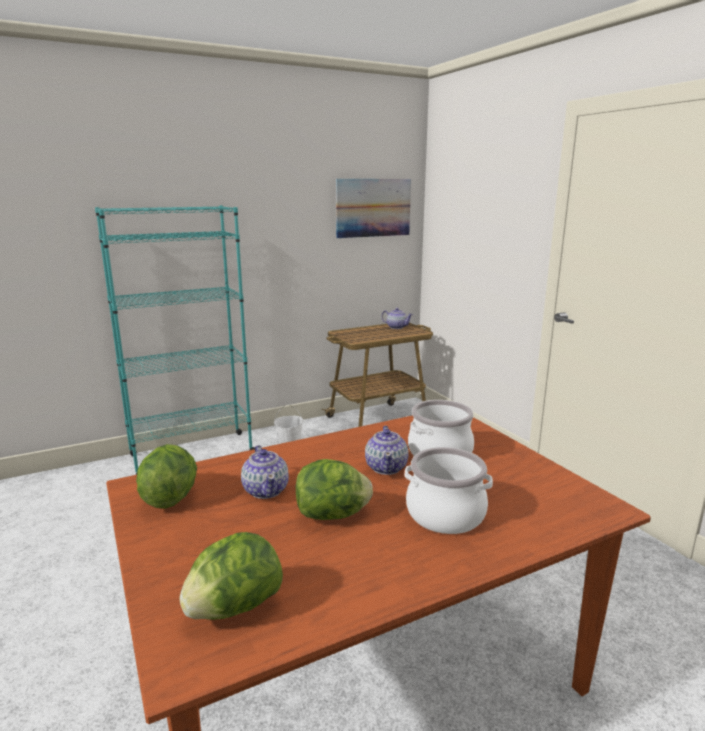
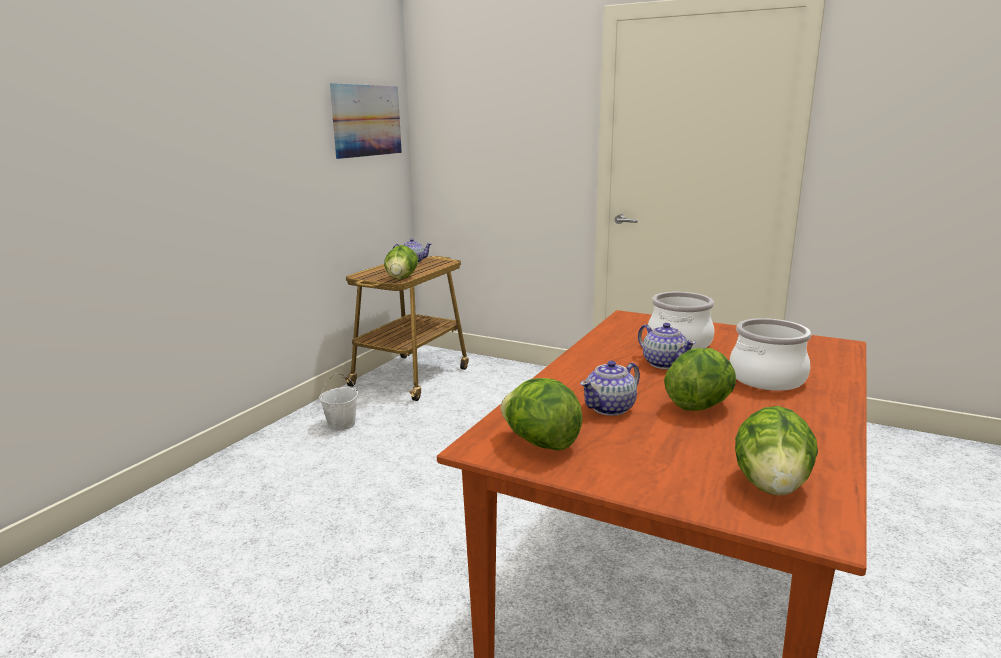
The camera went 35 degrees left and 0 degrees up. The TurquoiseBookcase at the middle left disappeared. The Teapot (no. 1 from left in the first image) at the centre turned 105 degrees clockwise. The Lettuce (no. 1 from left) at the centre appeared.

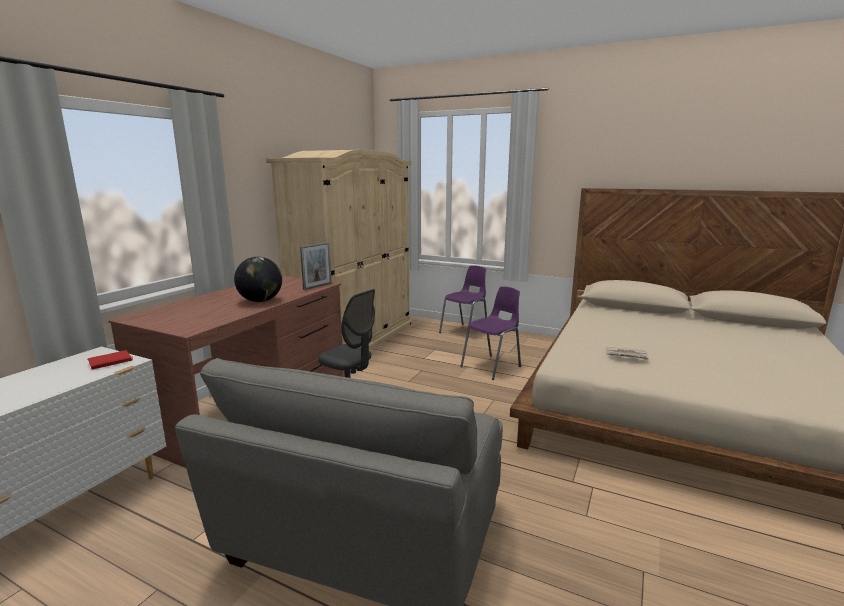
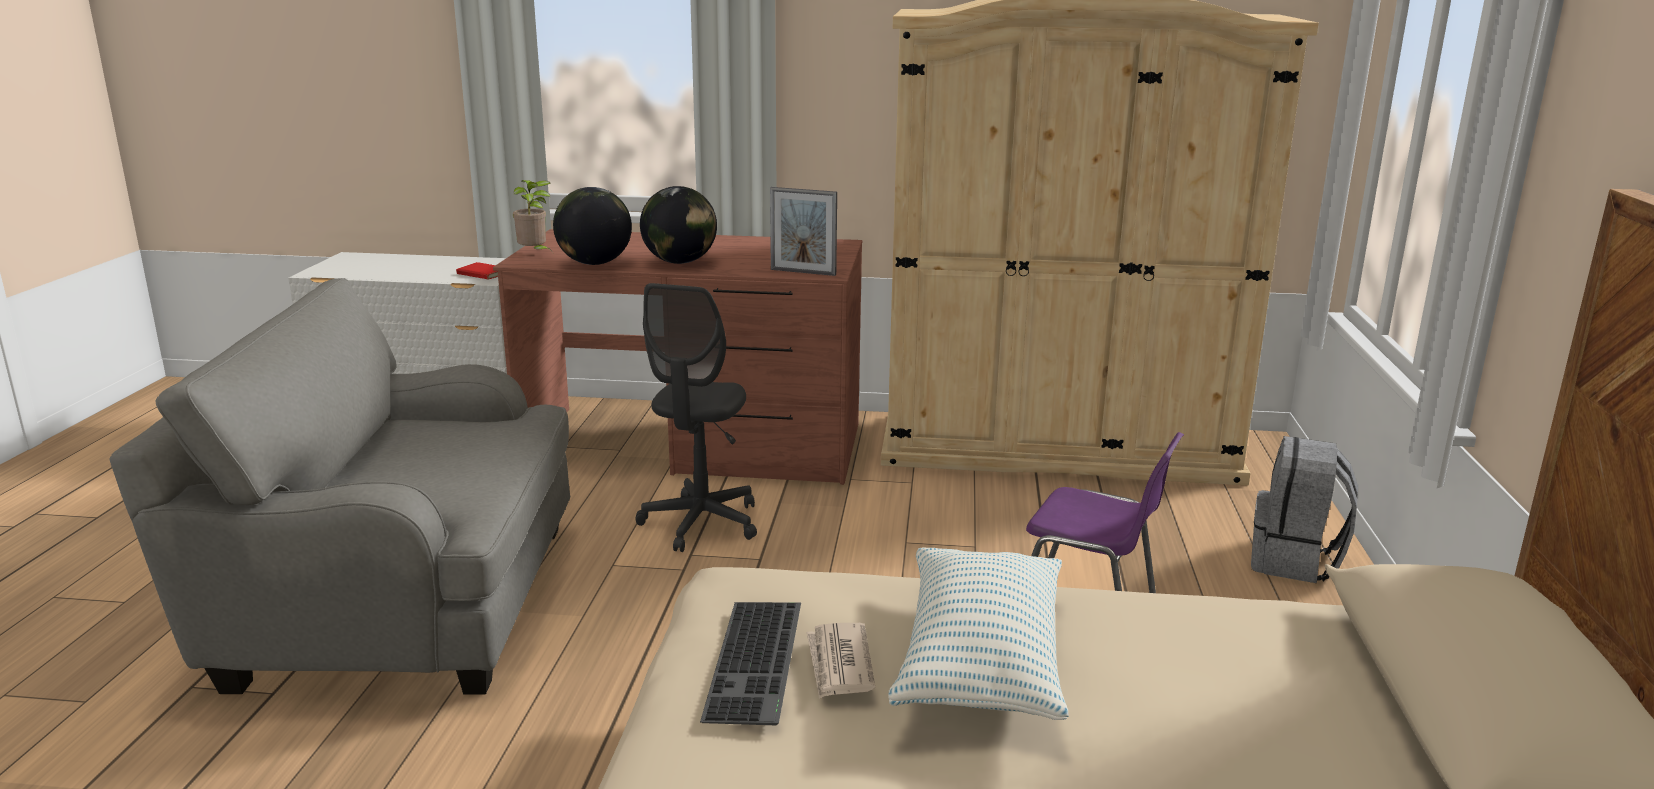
The camera went 70 degrees right and 5 degrees up. The PurpleChair (no. 1 from left) at the centre was replaced by the GreyBackpack at the middle right. The PottedPlant at the top left appeared. The Globe (no. 1 from left) at the top centre appeared. The Keyboard at the bottom centre appeared. The Pillow at the bottom centre appeared.

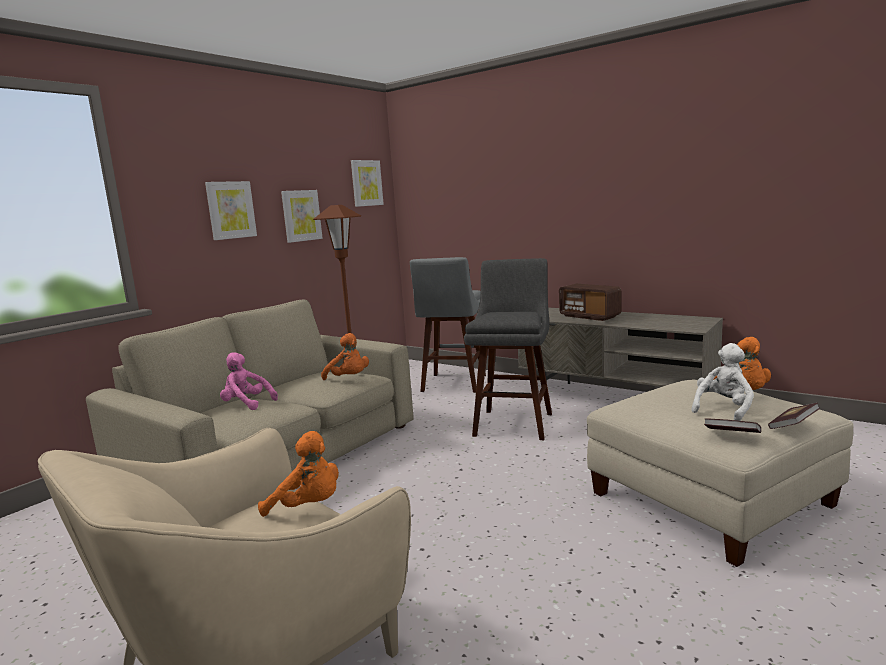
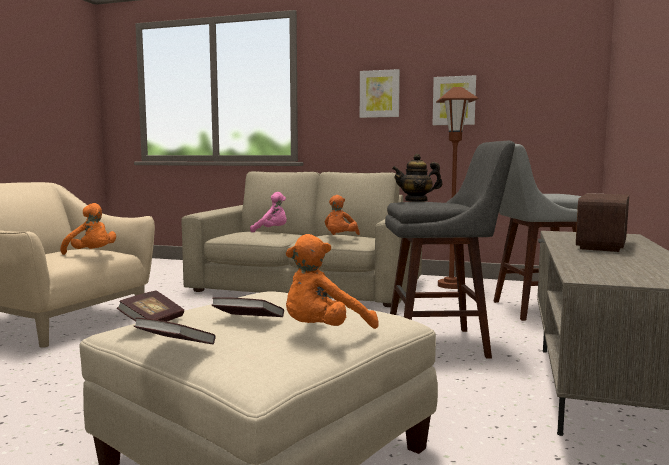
The camera went 70 degrees right and 5 degrees down. The PinkPlushToy at the middle left turned 90 degrees clockwise. The OrangePlushToy (no. 1 from left) at the bottom centre turned 60 degrees counterclockwise. The Picture (no. 3 from left) at the top centre disappeared. The WhitePlushToy at the middle right was replaced by the Book (no. 3 from left) at the centre. The Teapot at the centre appeared.

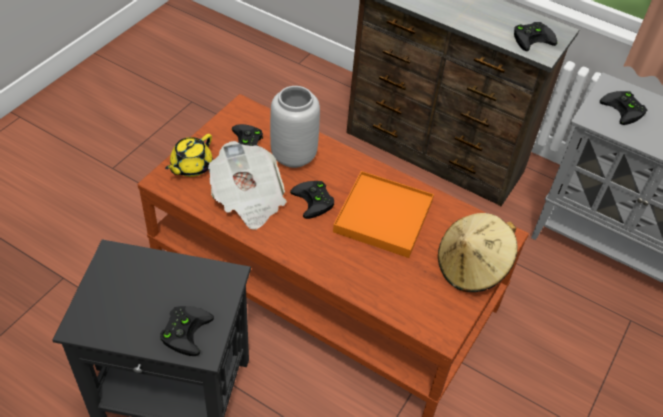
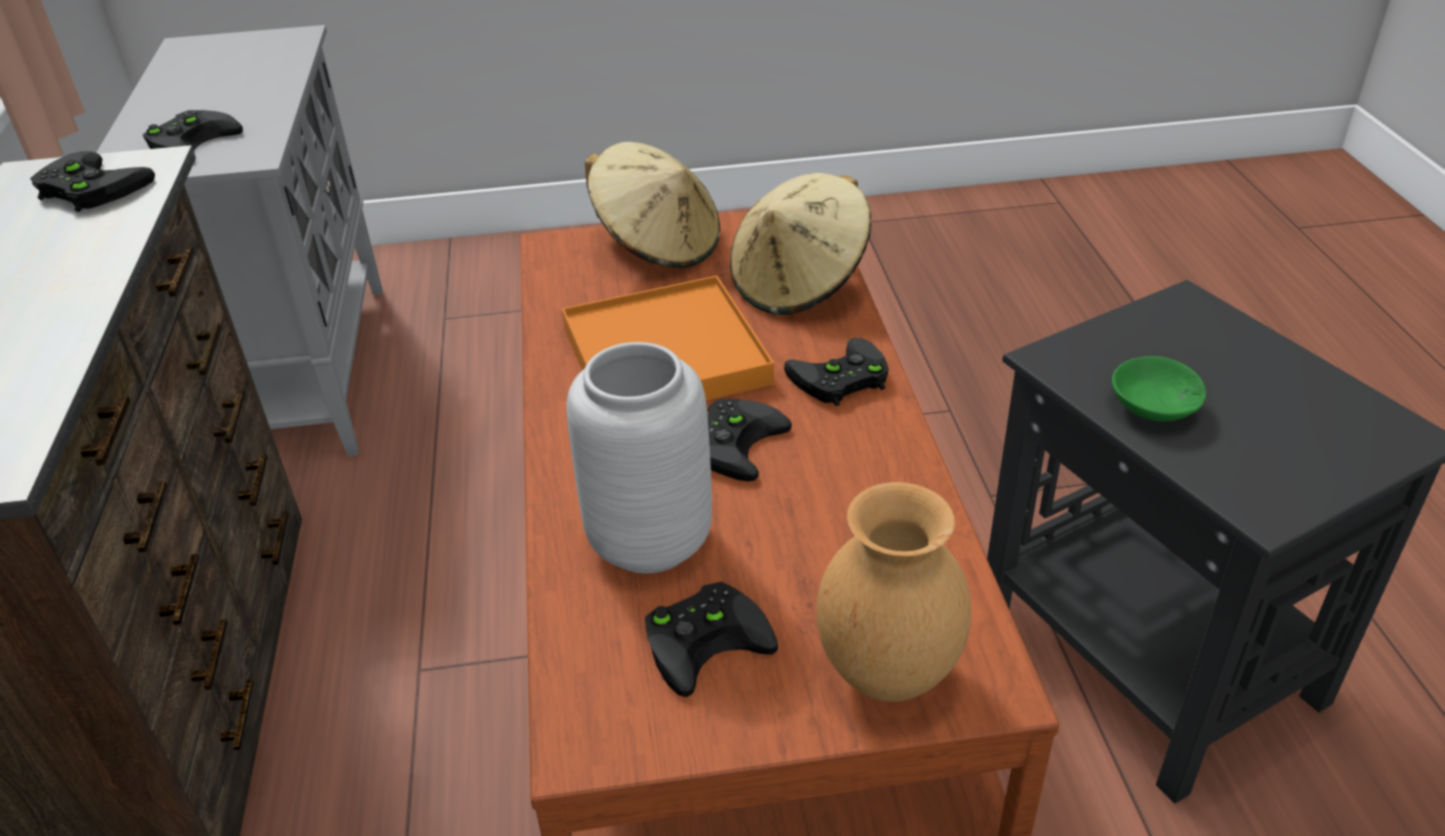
The camera went 125 degrees left and 10 degrees down. The BlackGameController (no. 1 from left in the first image) moved from the bottom left to the centre. The YellowTeapot at the middle left was replaced by the BrownVase at the bottom centre. The Newspaper at the centre disappeared. The BeigeHat (no. 2 from left) at the top centre appeared. The GreenBowl at the middle right appeared.

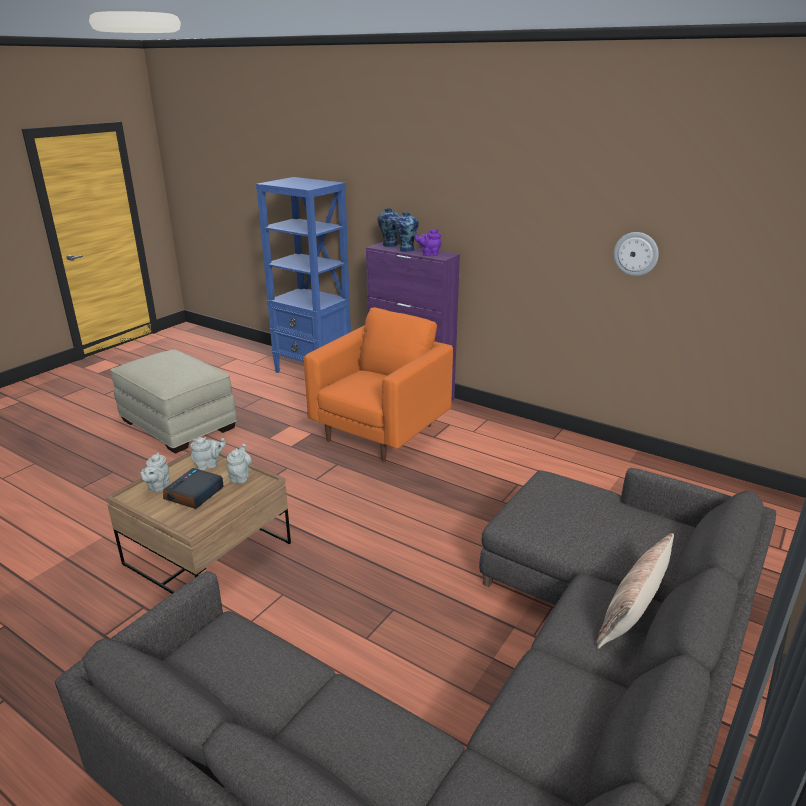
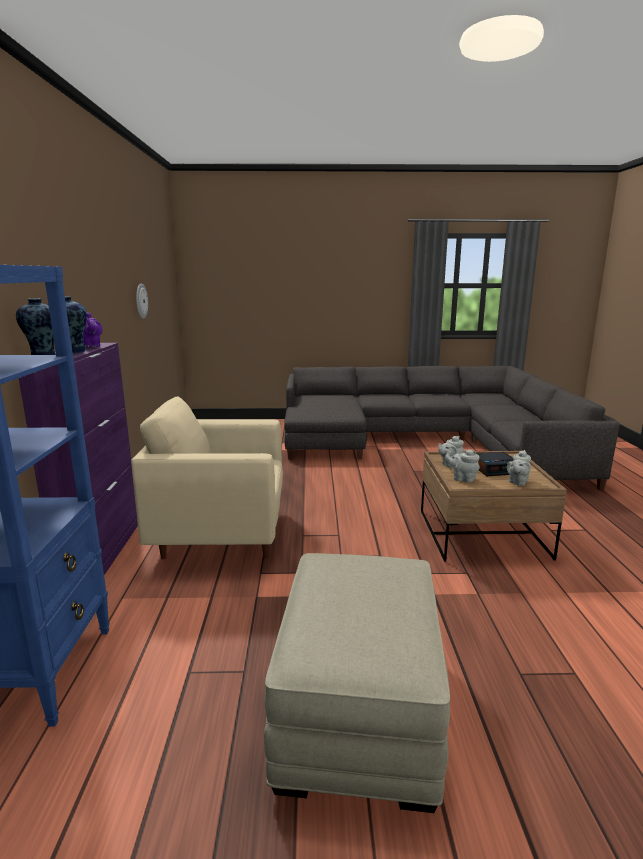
The camera went 125 degrees left and 10 degrees down. The GreyTeapot (no. 1 from left in the first image) at the middle left turned 150 degrees clockwise. The OrangeArmchair at the centre became the BeigeArmchair at the middle left. The Pillow at the bottom right disappeared.

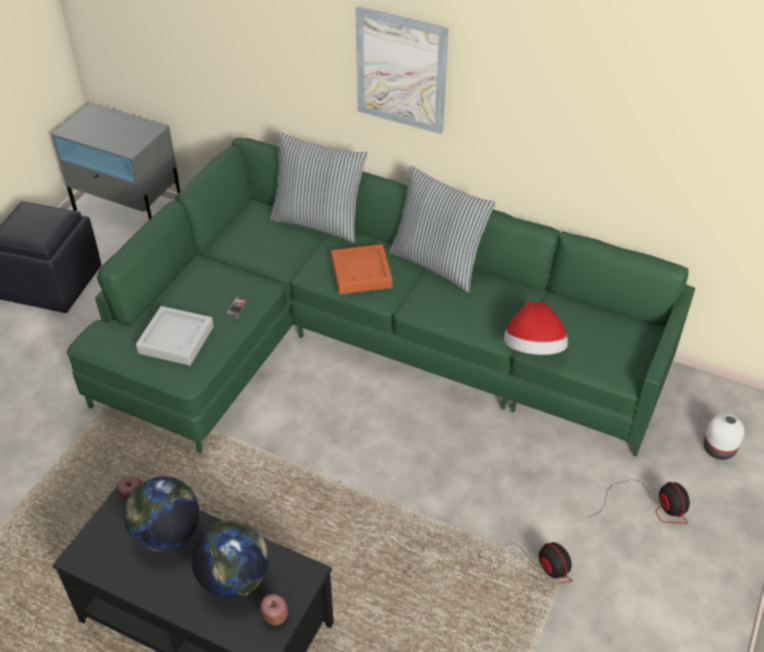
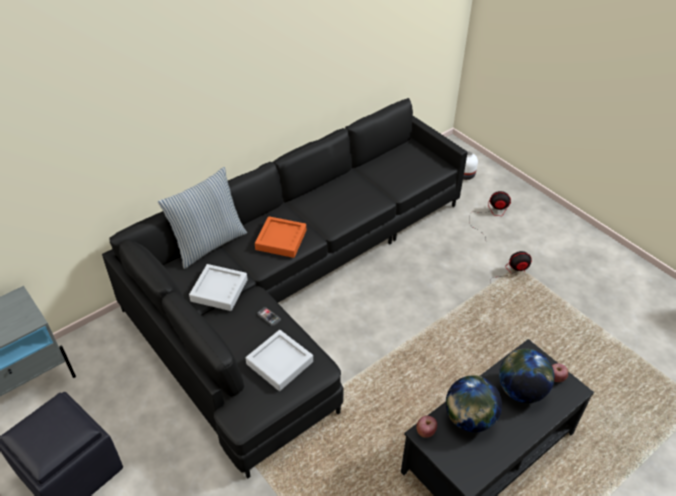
The camera went 65 degrees left and 0 degrees up. The GreenSofa at the centre became the BlackSofa at the centre. The Picture at the top centre disappeared. The Pillow (no. 2 from left) at the centre disappeared. The Hat at the middle right disappeared. The GreyTray (no. 1 from left) at the middle left appeared.

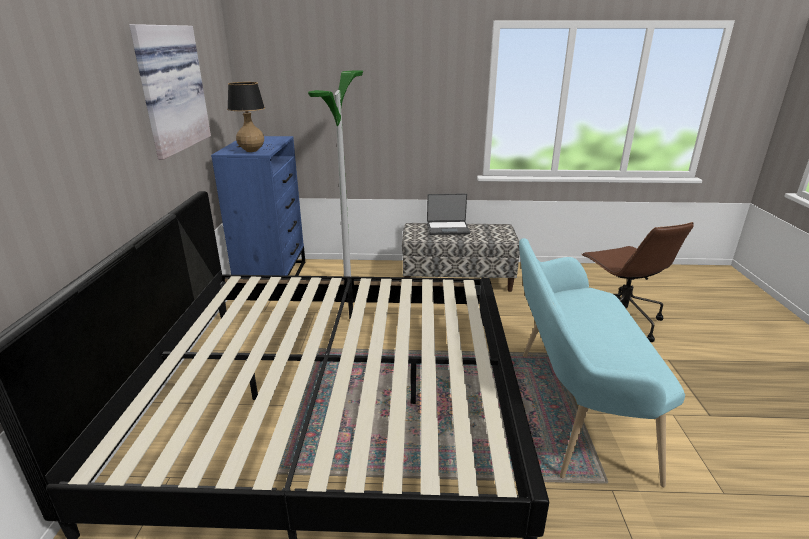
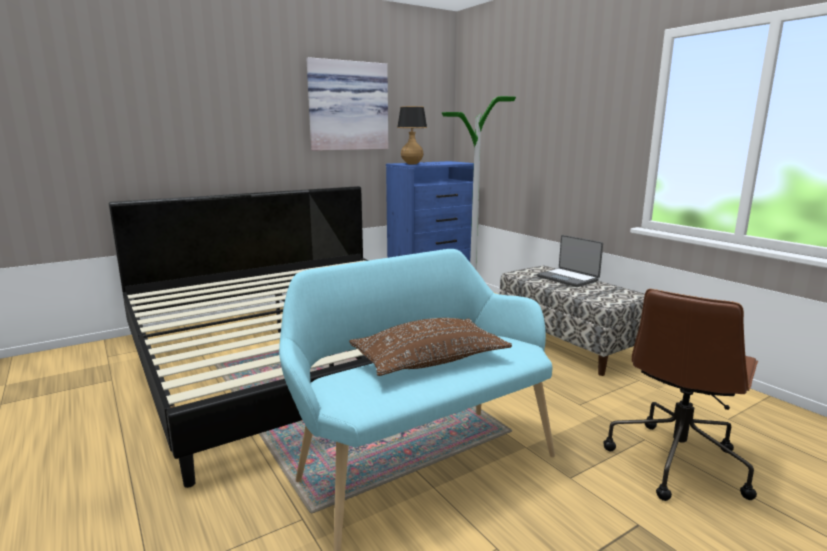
The camera went 55 degrees right and 10 degrees down. The BrownPillow at the centre appeared.

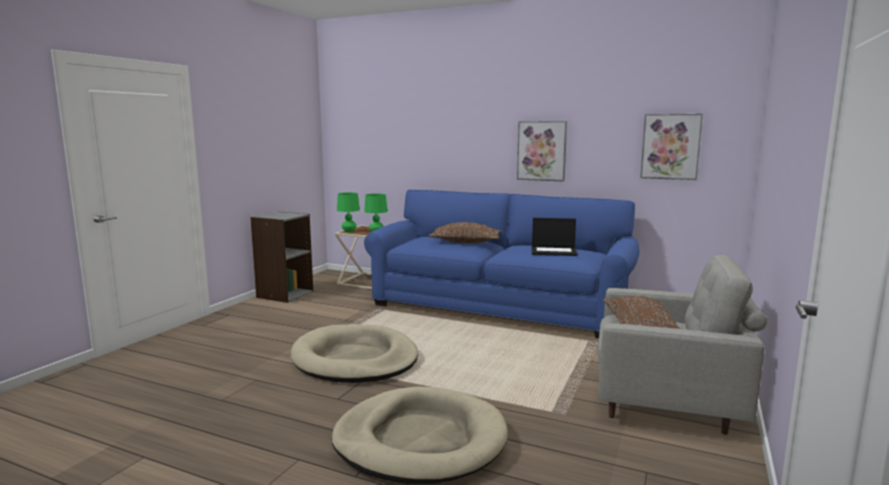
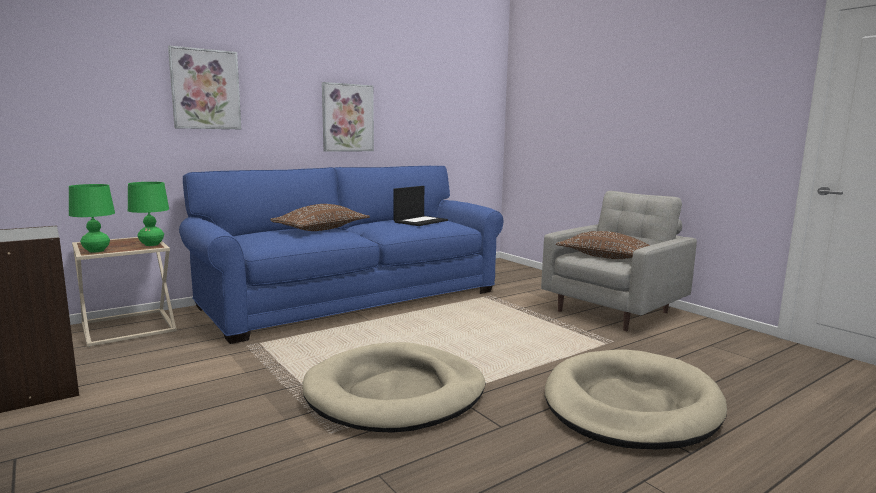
The camera went 60 degrees left and 0 degrees up. The Picture (no. 2 from left in the first image) moved from the top right to the top left.

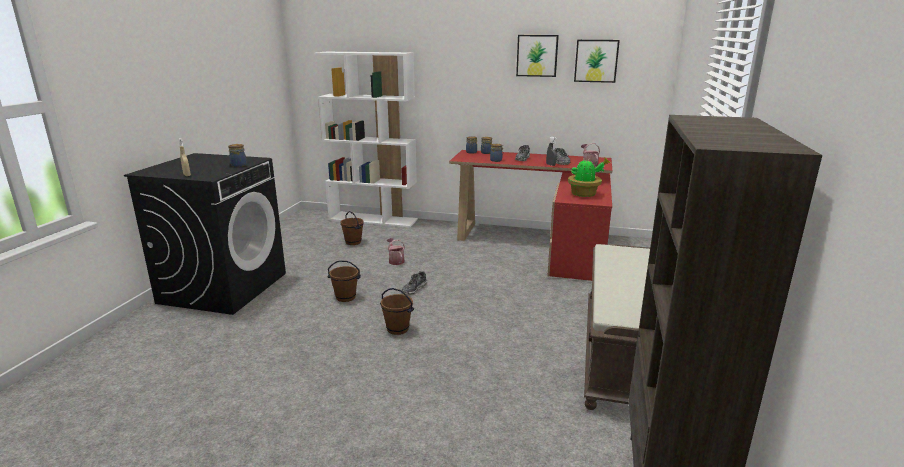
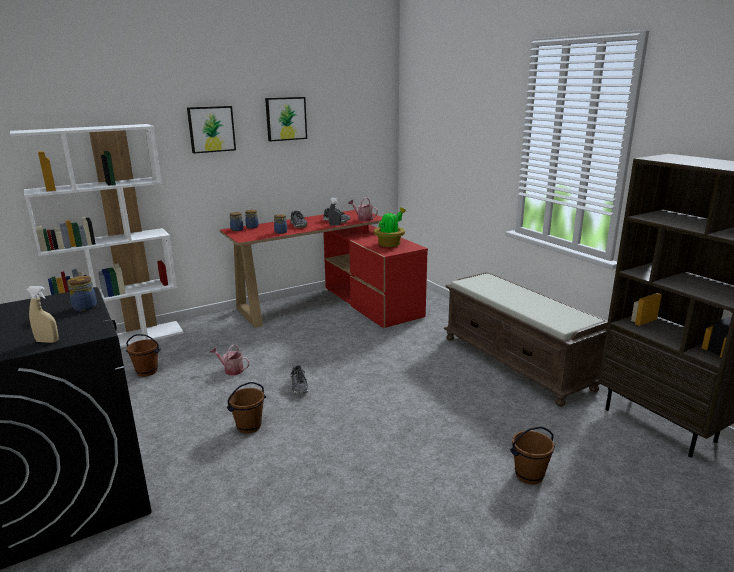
The camera went 45 degrees left and 0 degrees up. The BrownBucket (no. 3 from left) moved from the centre to the bottom right. The Picture (no. 2 from left in the first image) moved from the top centre to the top left.

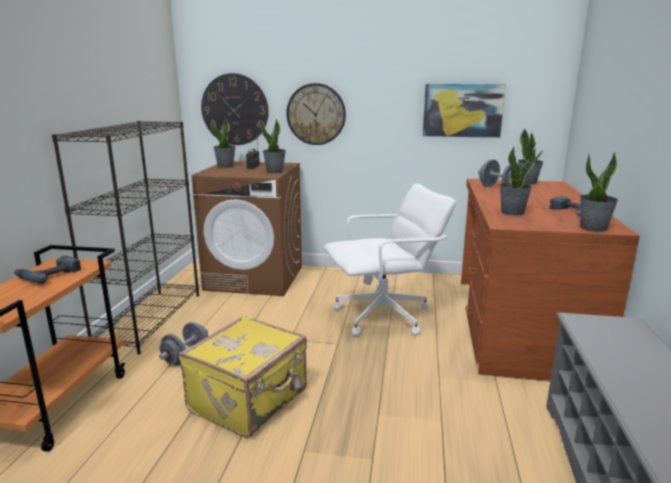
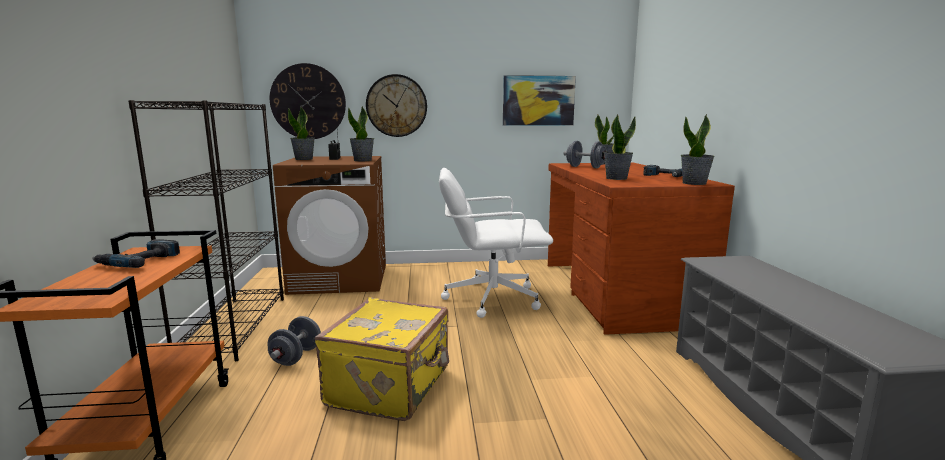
The camera went 15 degrees left and 5 degrees down. The WhiteOfficeChair at the centre turned 150 degrees counterclockwise.

